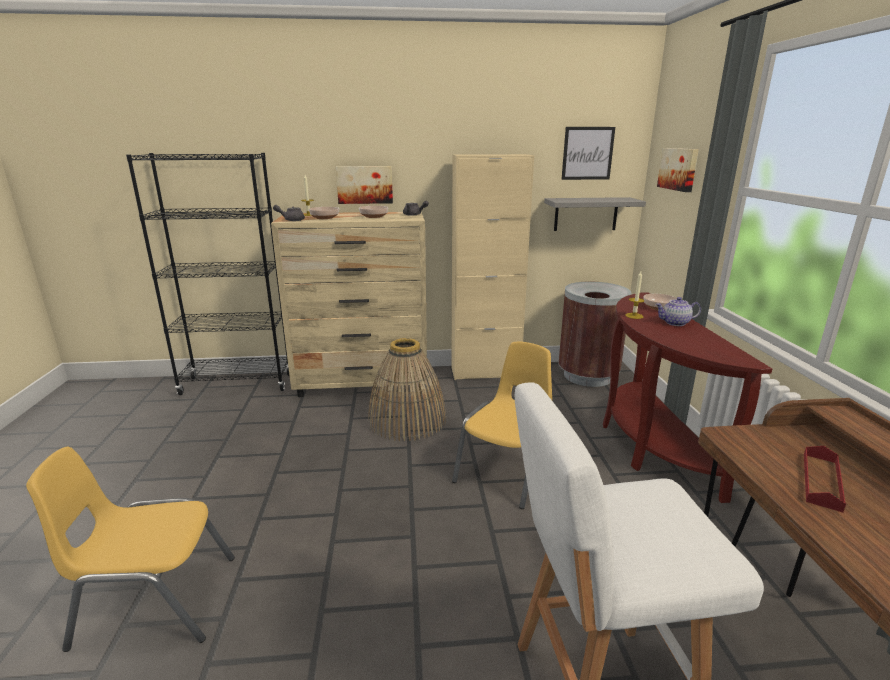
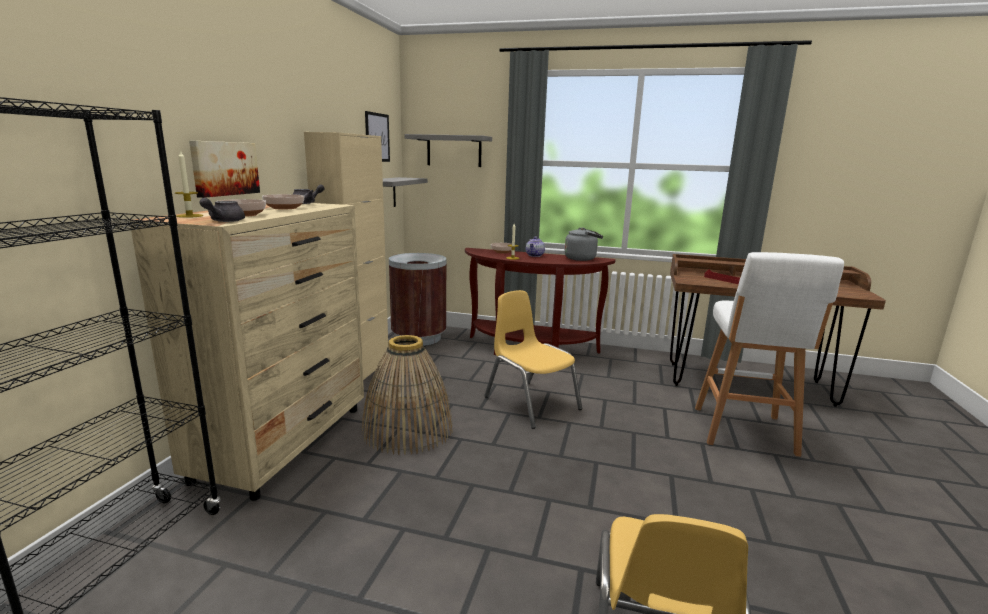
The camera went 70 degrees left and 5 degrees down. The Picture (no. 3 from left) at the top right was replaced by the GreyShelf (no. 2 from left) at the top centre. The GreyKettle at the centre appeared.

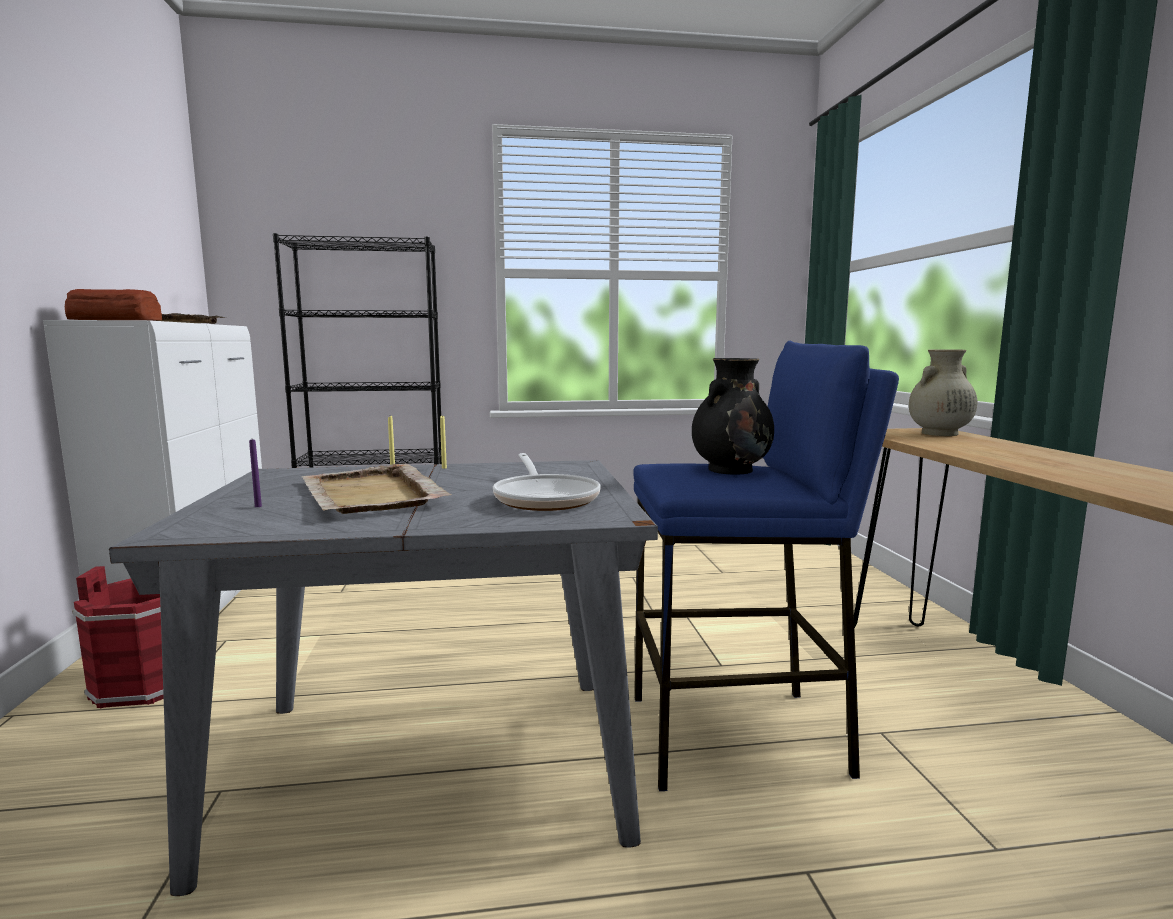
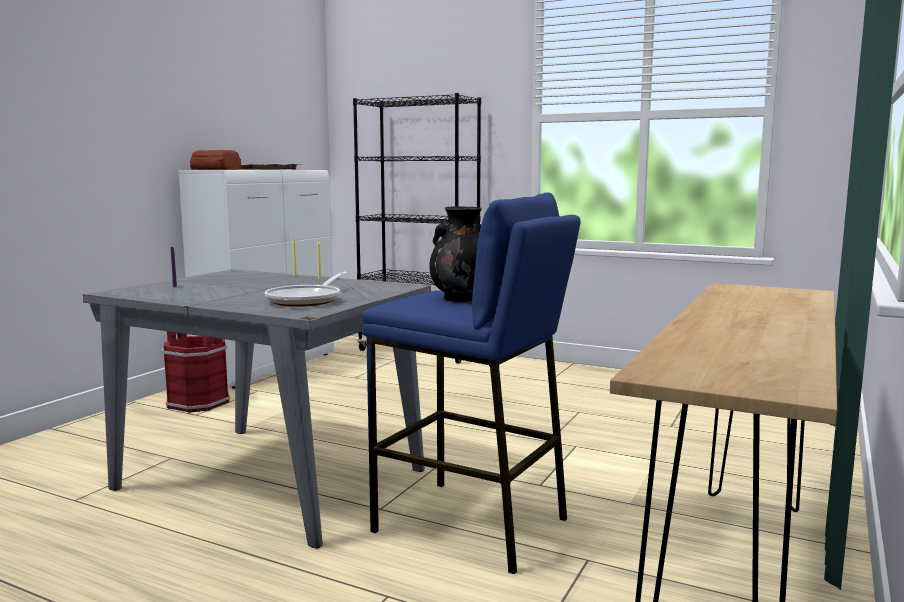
The camera went 35 degrees right and 0 degrees up. The BeigeTray (no. 2 from left) at the middle left disappeared. The BeigeVase at the middle right disappeared.

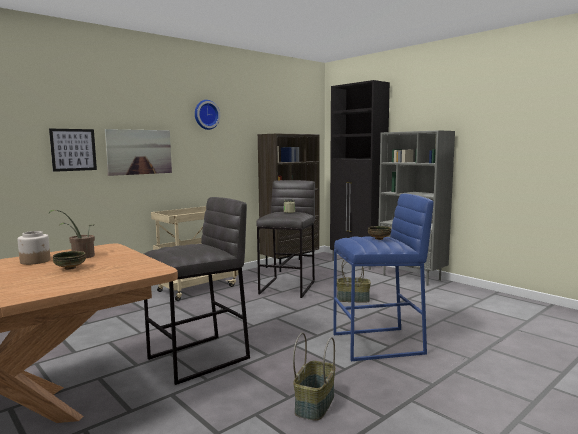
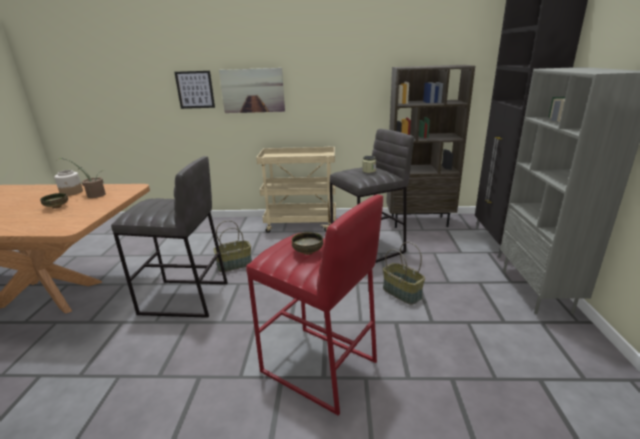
The camera went 45 degrees right and 15 degrees up. The WallClock at the top centre disappeared. The Basket (no. 1 from left) moved from the bottom centre to the centre. The BlueStool at the centre became the RedStool at the bottom centre.

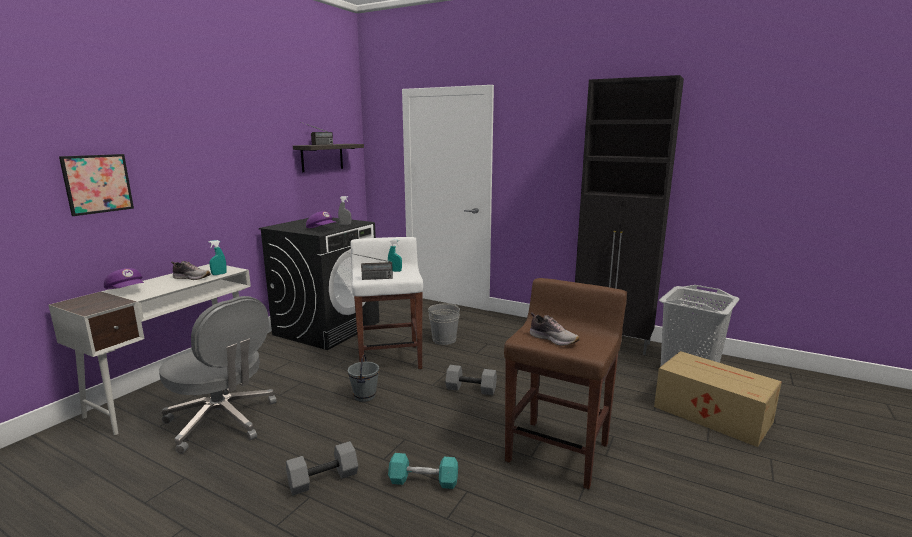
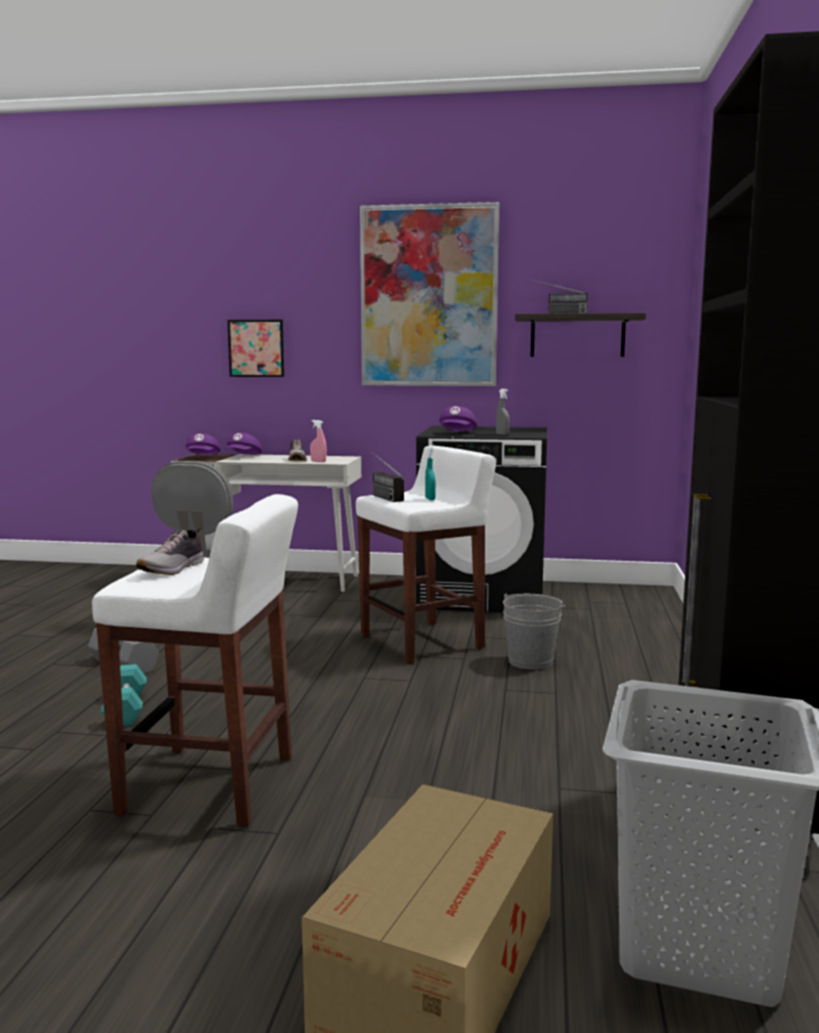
The camera went 70 degrees right and 5 degrees down. The TurquoiseSprayBottle (no. 1 from left) at the middle left became the PinkSprayBottle at the centre. The GreyBucket (no. 1 from left) at the bottom centre disappeared. The GreyDumbbell (no. 2 from left) at the bottom centre disappeared. The BrownStool at the bottom centre became the WhiteStool (no. 1 from left) at the middle left. The PurpleCap (no. 1 from left) at the middle left appeared. The Picture (no. 2 from left) at the top centre appeared.

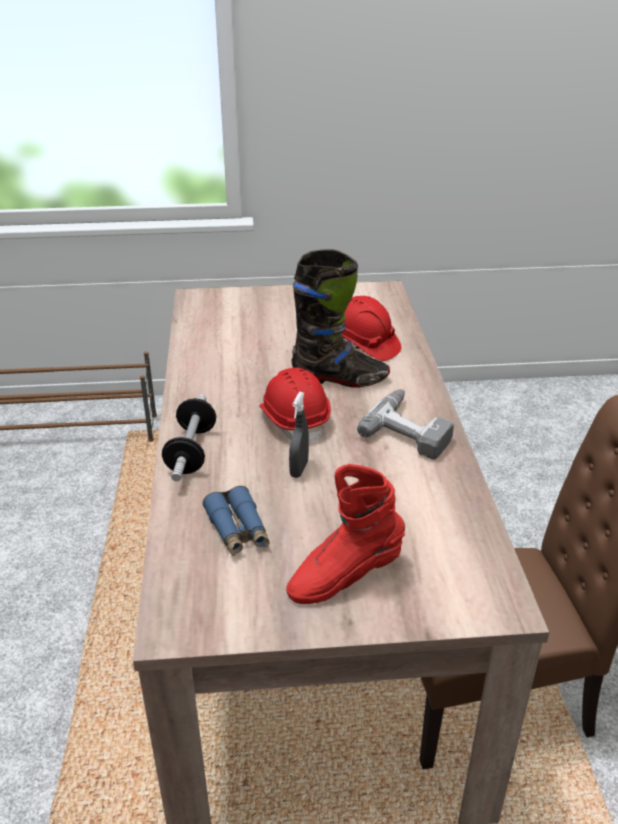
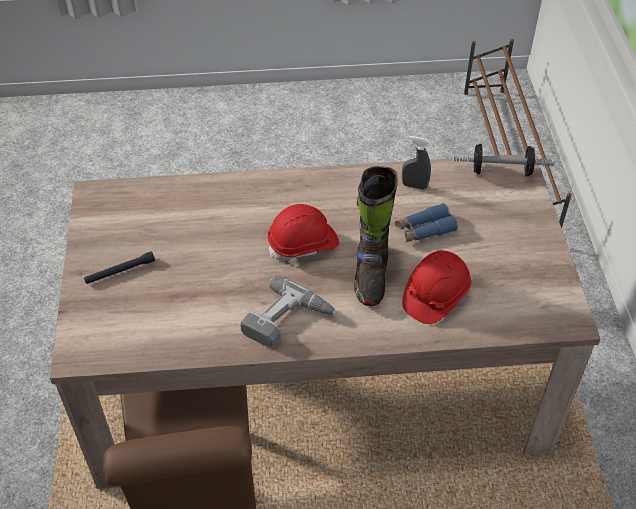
The camera went 90 degrees right and 15 degrees up. The Dumbbell moved from the middle left to the top right. The BlueBinoculars moved from the centre to the middle right. The RedBoot at the centre was replaced by the BlackFlashlight at the middle left. The GreySprayBottle moved from the centre to the top centre.

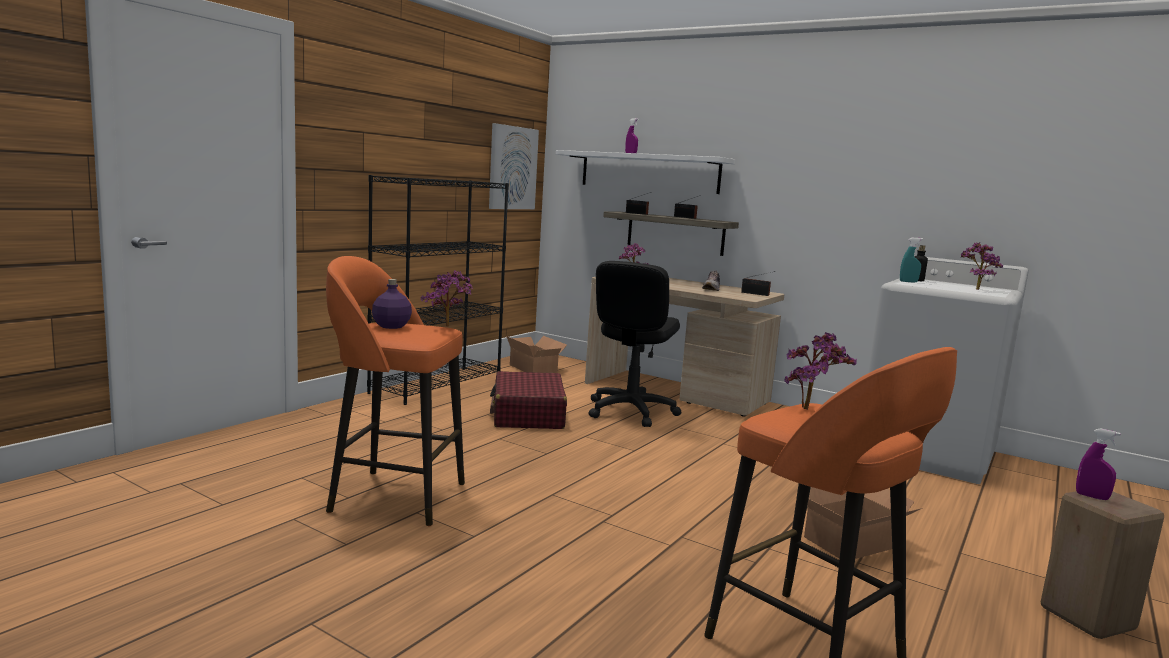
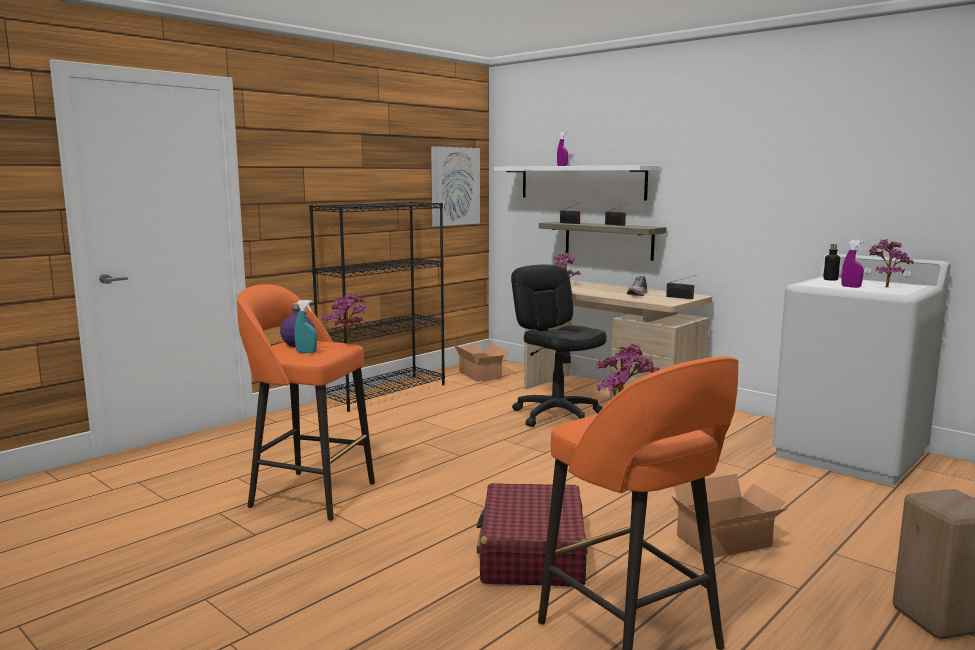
The camera went 10 degrees right and 0 degrees up. The RedSuitcase moved from the centre to the bottom centre. The BlackOfficeChair at the centre turned 120 degrees clockwise. The TurquoiseSprayBottle moved from the middle right to the middle left. The PurpleSprayBottle (no. 2 from left) moved from the bottom right to the middle right.

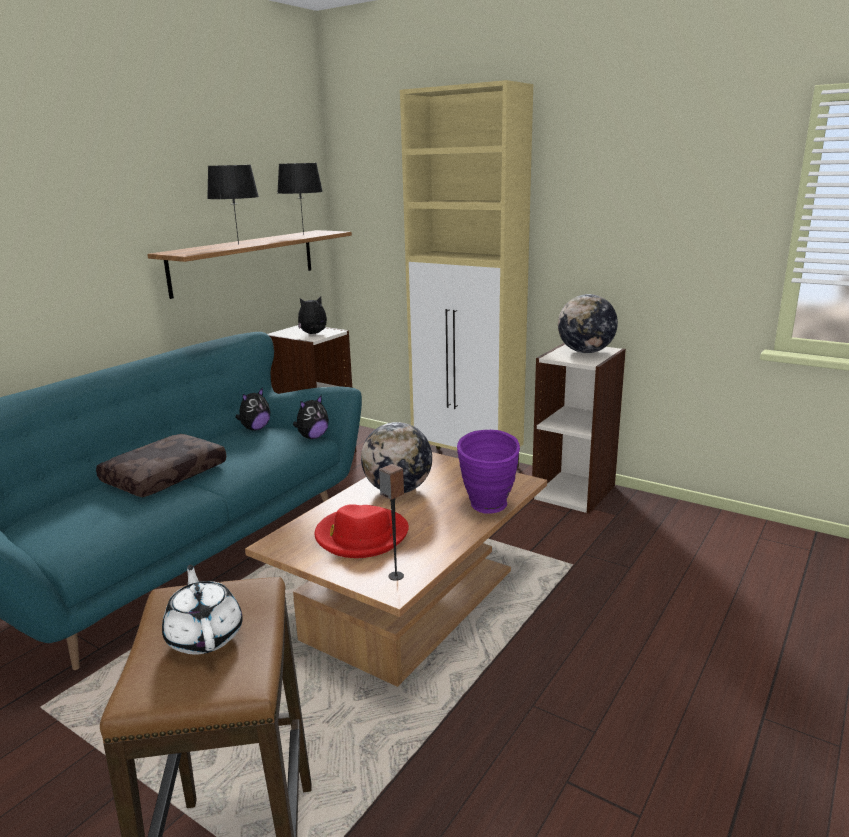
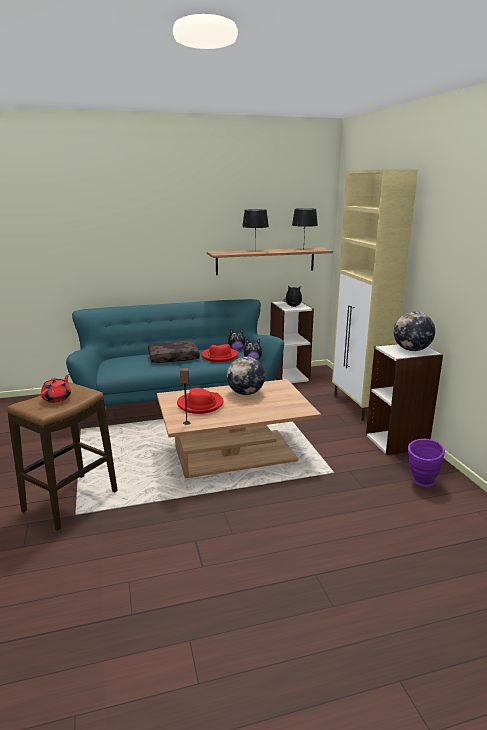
The camera went 40 degrees right and 0 degrees up. The WhiteTeapot at the bottom left became the RedTeapot at the middle left. The PurpleVase moved from the centre to the middle right. The RedHat (no. 2 from left) at the centre appeared.

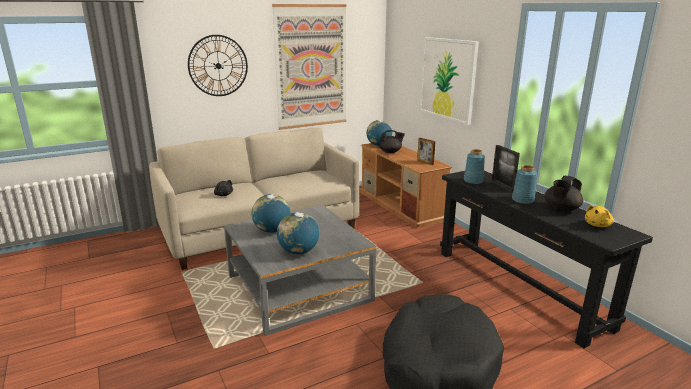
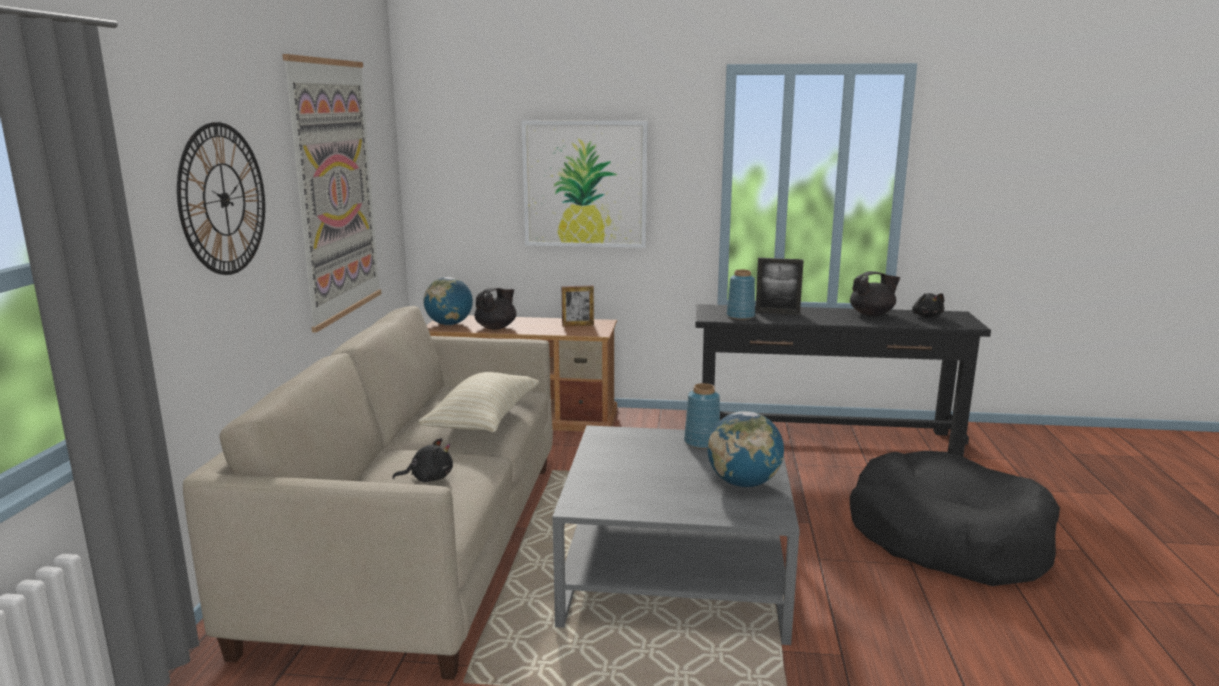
The camera went 55 degrees left and 5 degrees down. The Globe (no. 1 from left) at the centre disappeared. The BlueVase (no. 2 from left in the first image) moved from the middle right to the centre. The BlackTeapot (no. 2 from left) at the middle right turned 90 degrees counterclockwise. The YellowPlushToy at the middle right became the BlackPlushToy (no. 2 from left) at the middle right. The BeigePillow at the centre appeared.

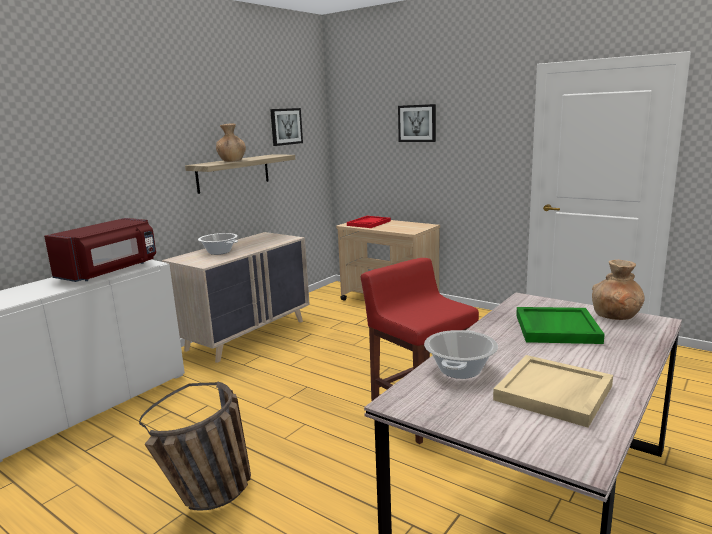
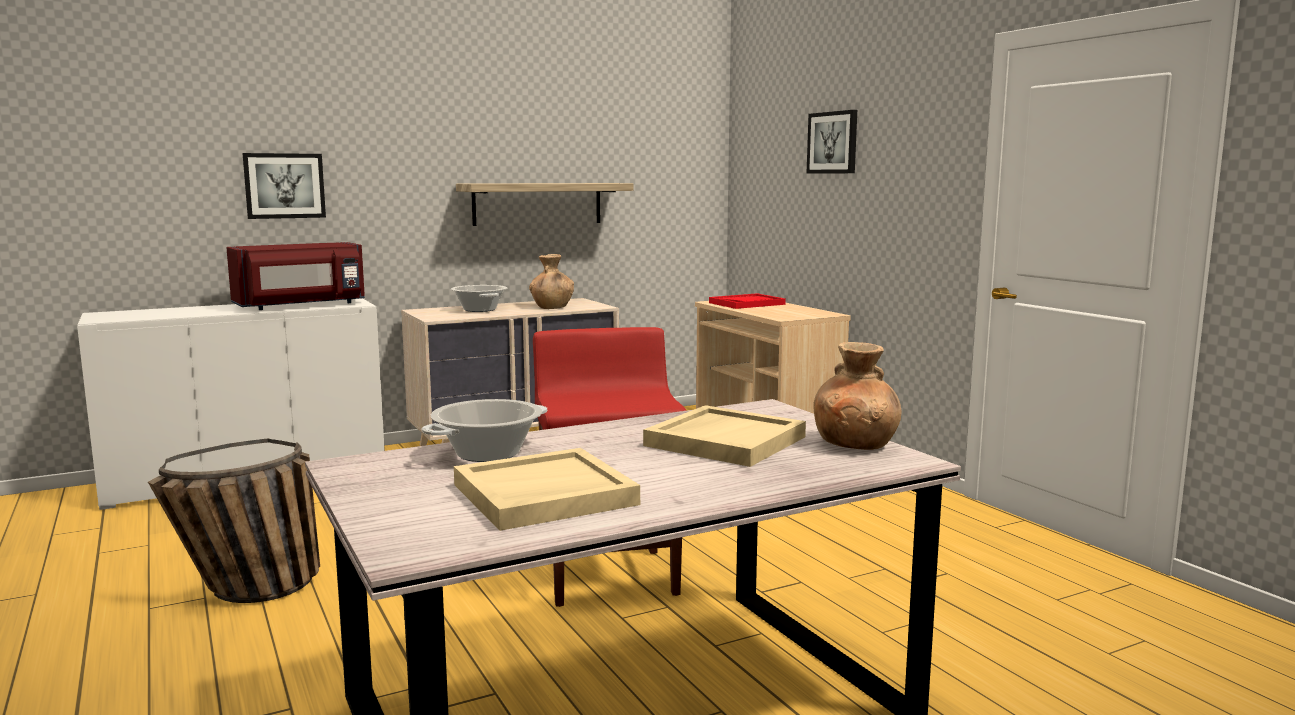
The camera went 25 degrees right and 5 degrees down. The BrownVase (no. 1 from left) moved from the top left to the centre. The Picture (no. 1 from left) moved from the top centre to the top left. The GreenTray at the middle right became the BeigeTray (no. 2 from left) at the centre.

